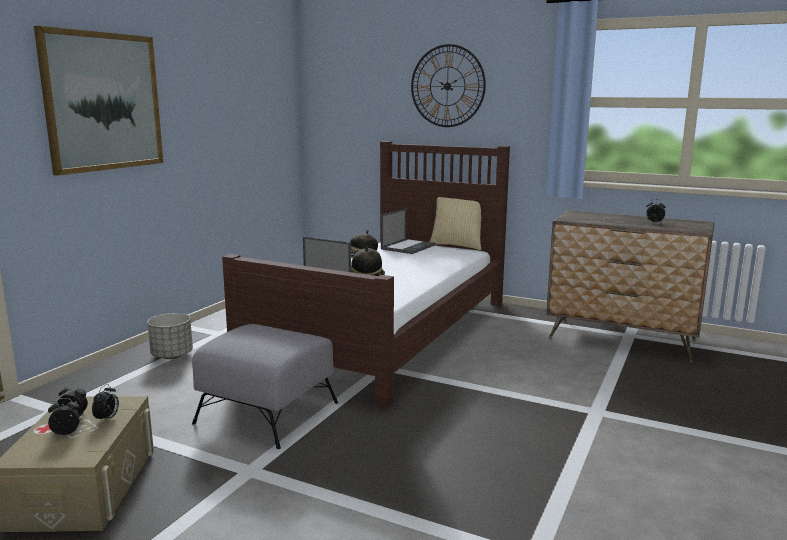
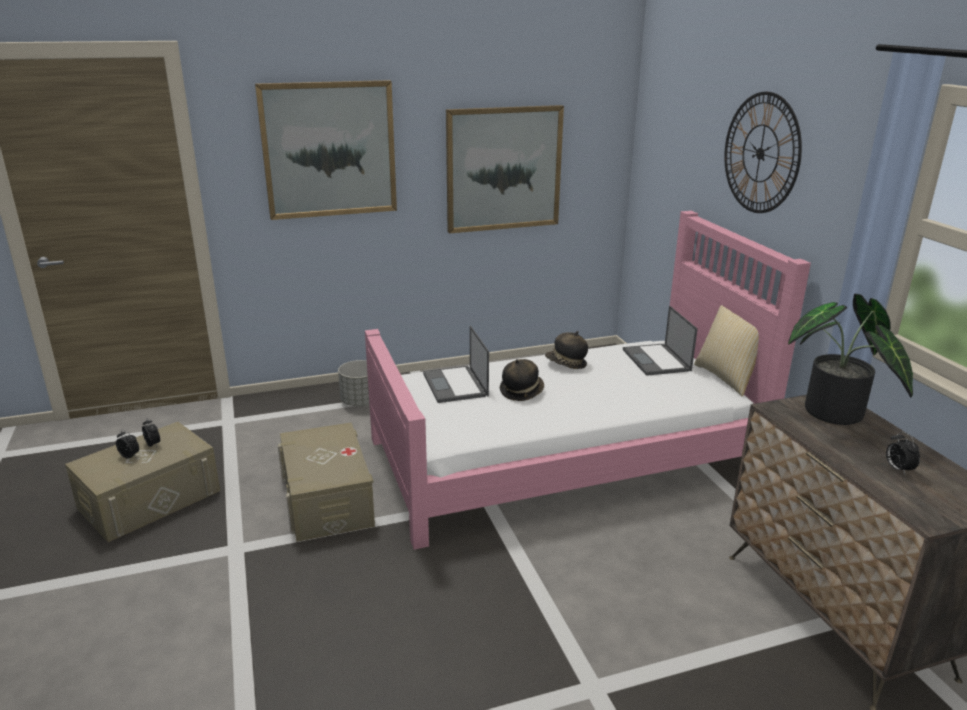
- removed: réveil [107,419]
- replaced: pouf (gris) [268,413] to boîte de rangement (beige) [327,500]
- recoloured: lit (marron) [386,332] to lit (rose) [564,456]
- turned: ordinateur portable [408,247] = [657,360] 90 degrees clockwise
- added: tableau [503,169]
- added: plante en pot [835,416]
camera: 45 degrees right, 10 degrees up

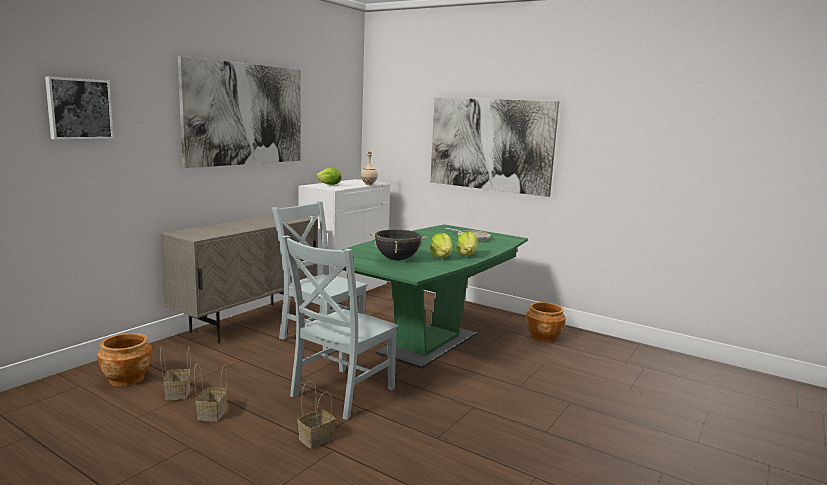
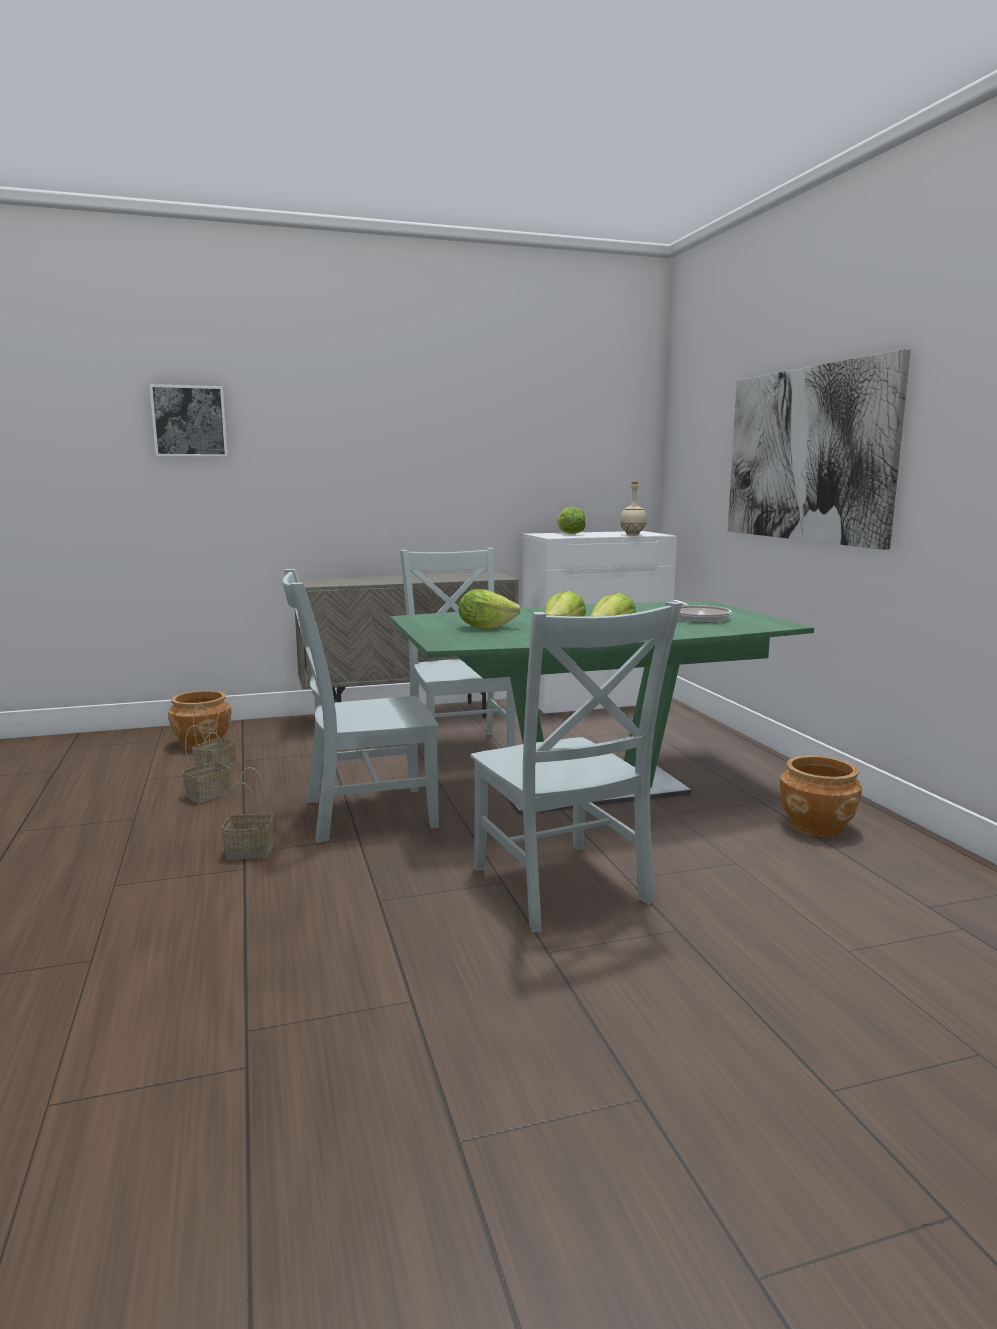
- removed: tableau [244,114]
- replaced: marmite (noir) [397,259] to laitue [485,627]
- added: chaise (gris) [562,888]
camera: 40 degrees right, 0 degrees up

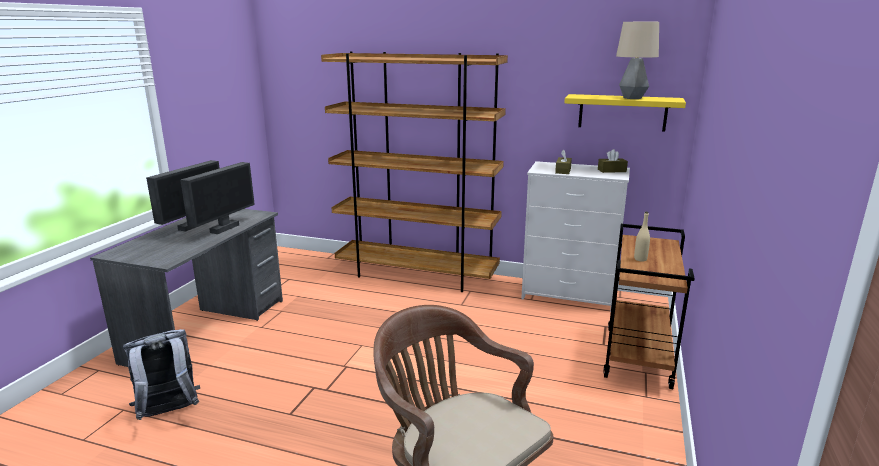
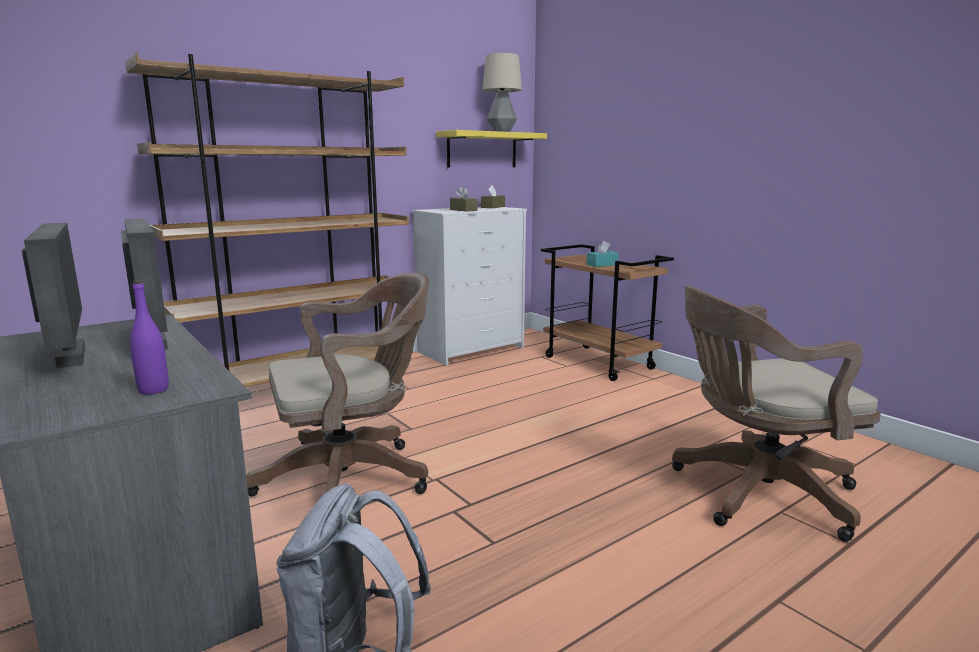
- replaced: bouteille (beige) [640,259] to boîte à mouchoirs (turquoise) [602,265]
- added: bouteille (violet) [153,390]
- added: chaise de bureau (marron) [352,478]
camera: 55 degrees left, 5 degrees down

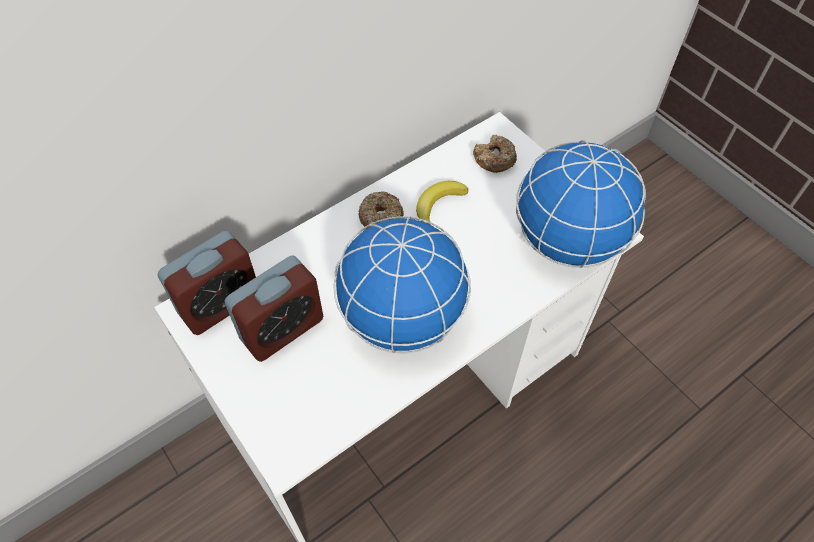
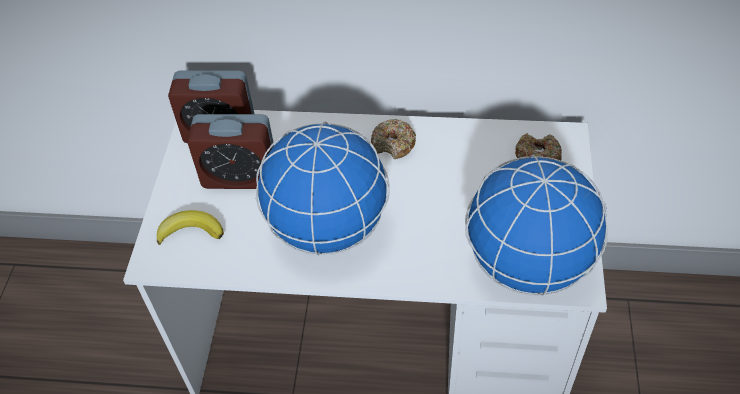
- moved: banane [438,203] to [191,231]
camera: 45 degrees right, 5 degrees down

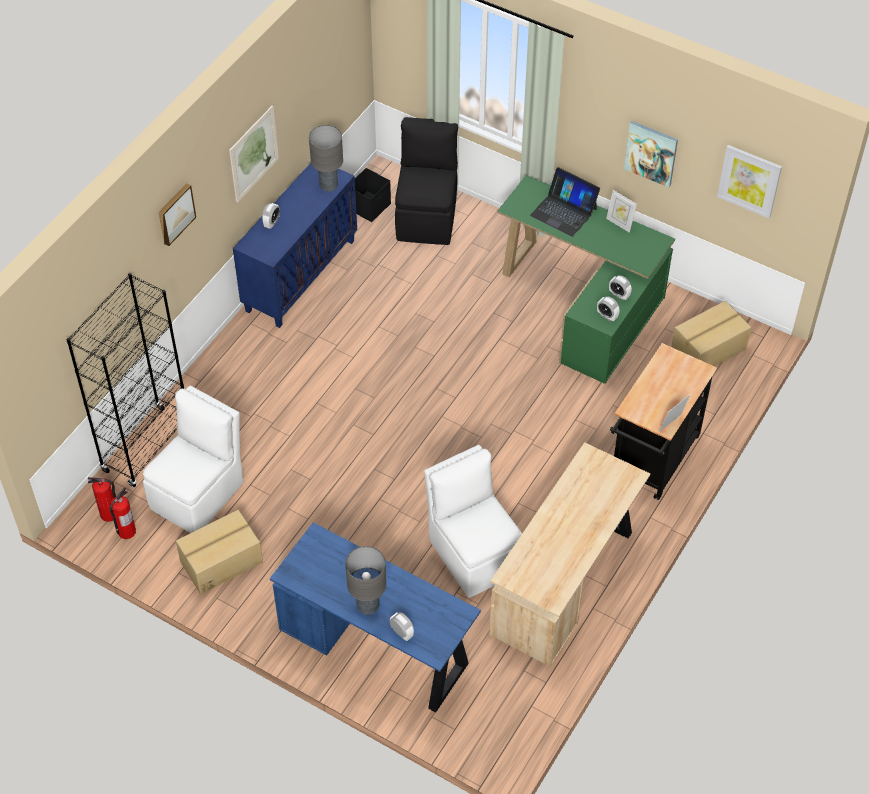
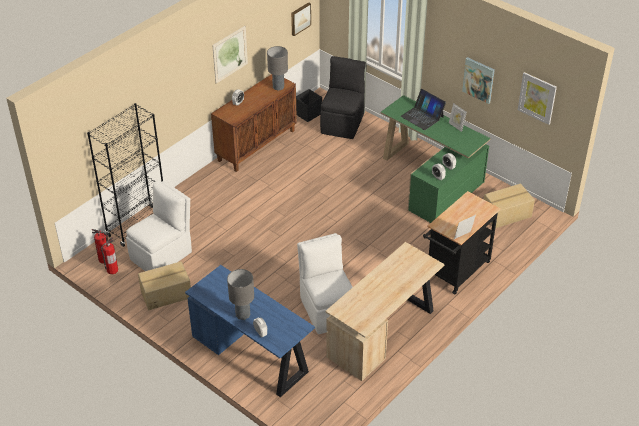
- moved: tableau [175,213] to [300,18]
- recoloured: meuble de rangement (bleu) [300,274] to meuble de rangement (marron) [256,145]
camera: 10 degrees right, 10 degrees down

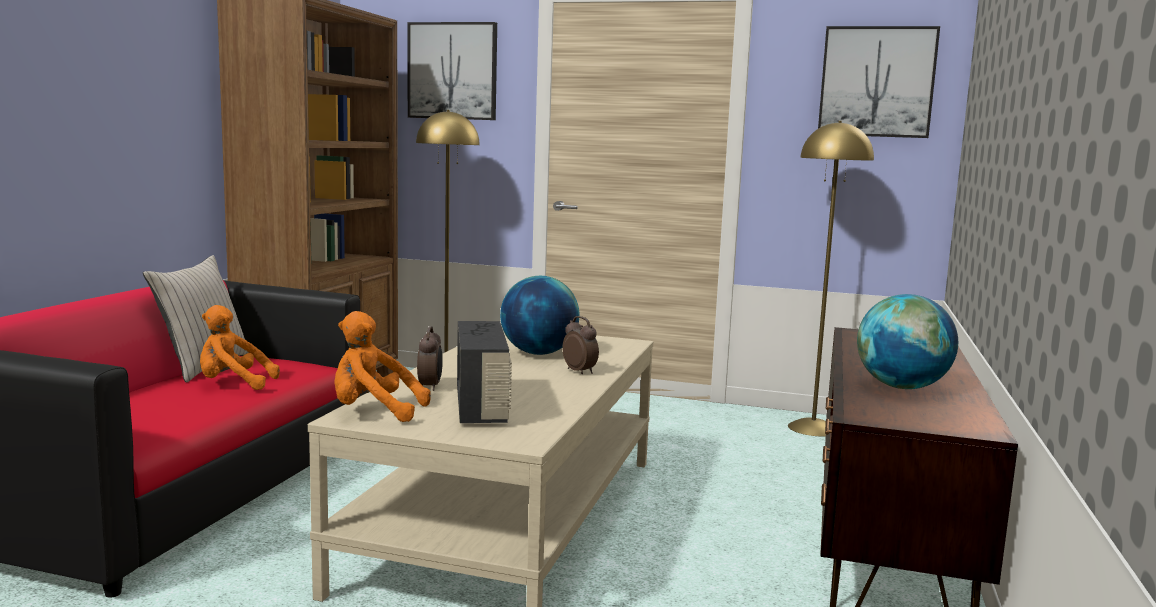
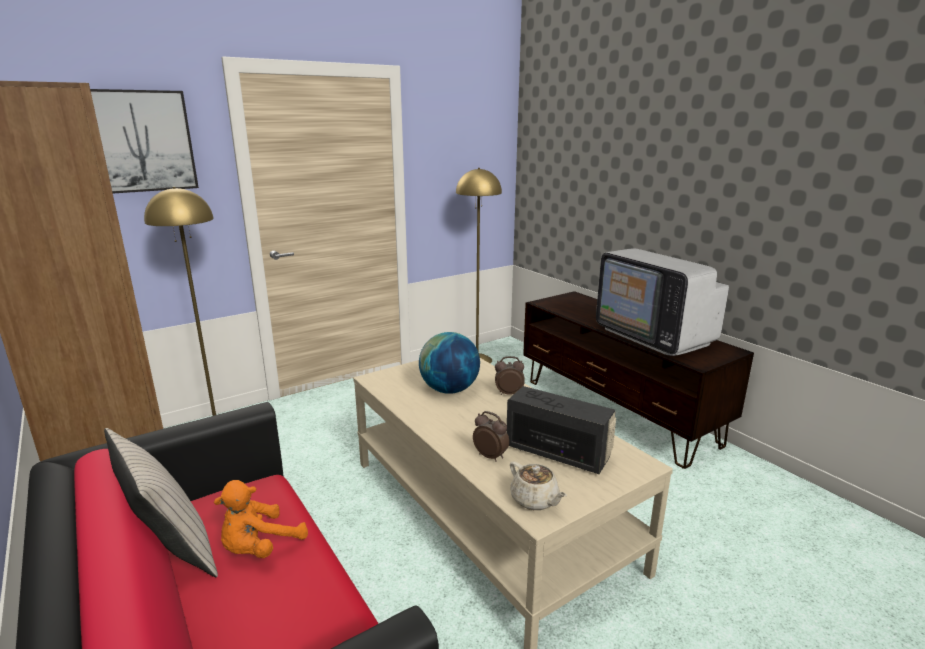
- replaced: peluche (orange) [374,412] to théière (beige) [535,500]
- removed: tableau [876,82]
- replaced: globe [902,387] to téléviseur [654,336]
camera: 50 degrees left, 10 degrees up

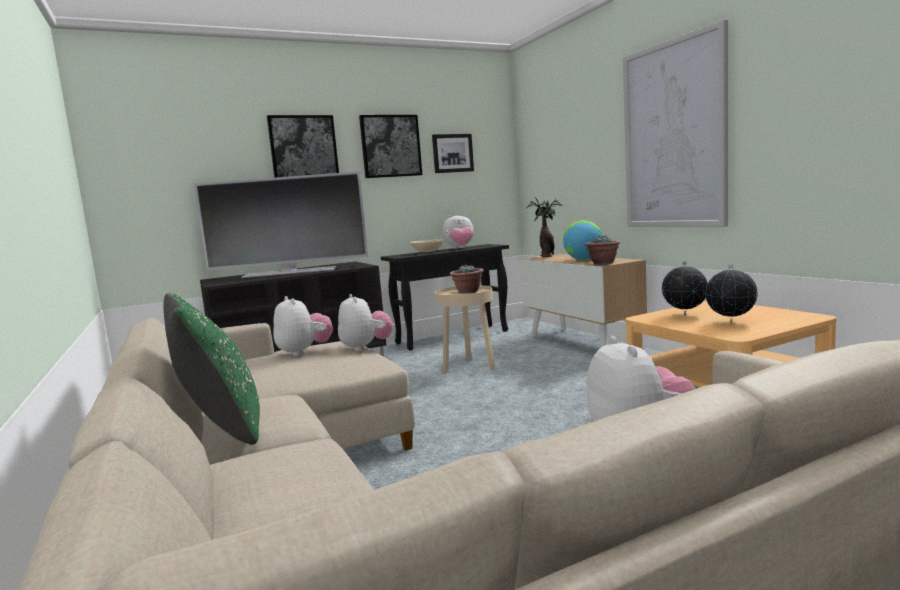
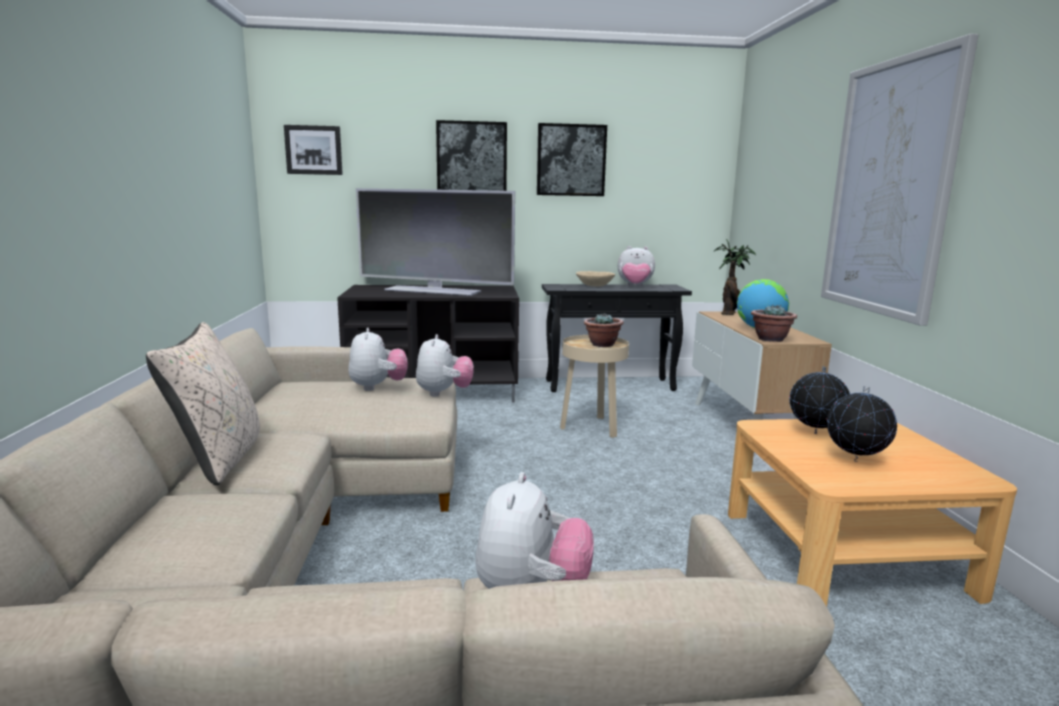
- recoloured: coussin (vert) [222,427] to coussin (beige) [220,458]
- moved: tableau [452,153] to [314,150]
camera: 20 degrees right, 5 degrees up

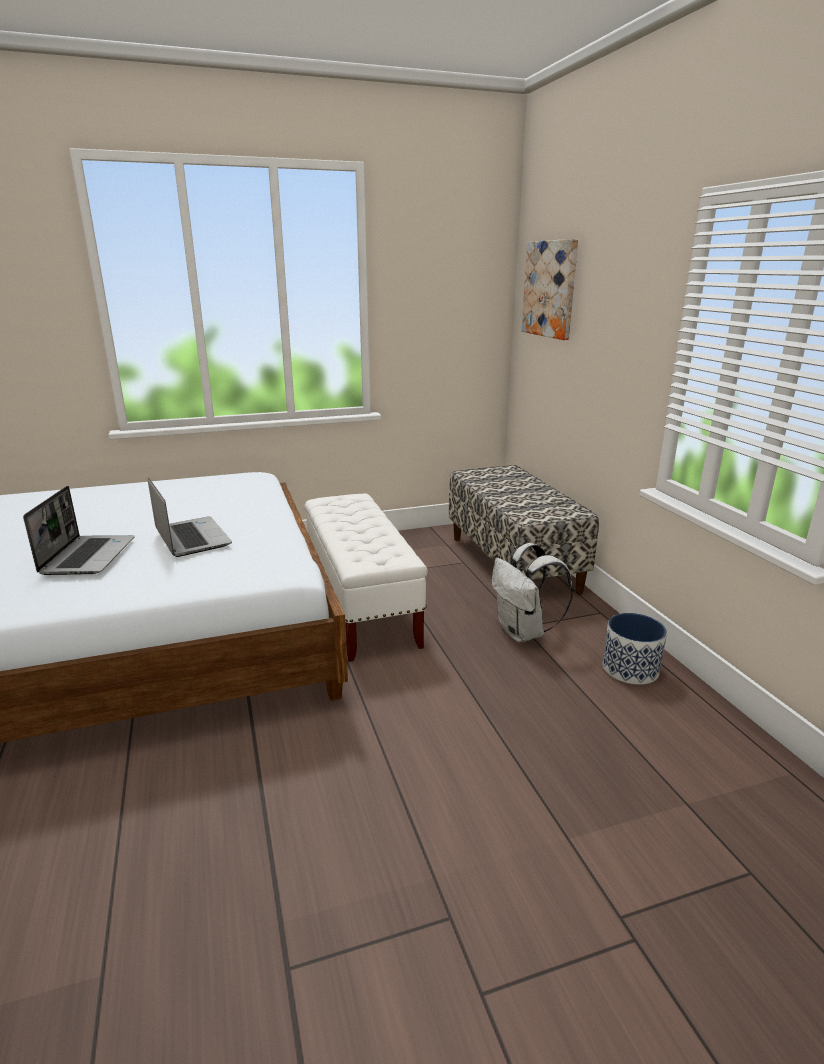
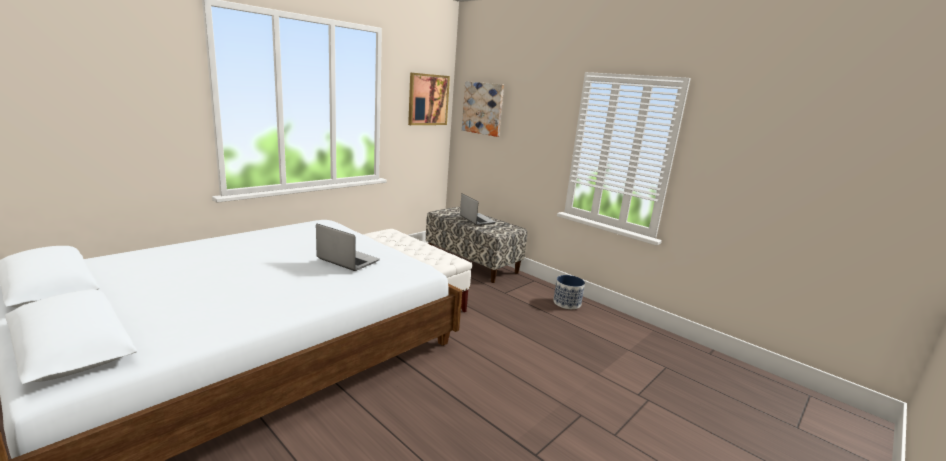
- moved: ordinateur portable [88,556] to [476,219]
- removed: sac à dos (blanc) [523,633]
- added: tableau [428,99]
camera: 30 degrees left, 5 degrees down

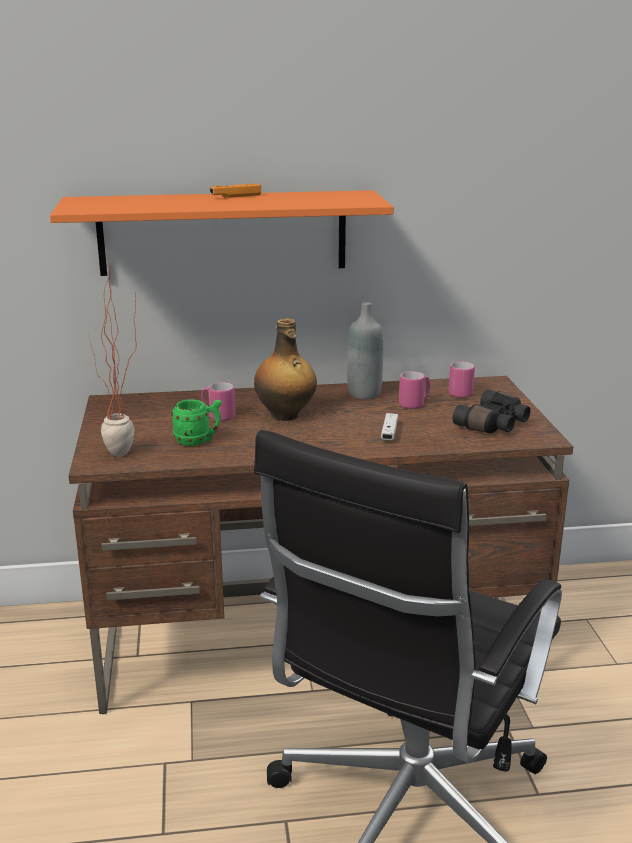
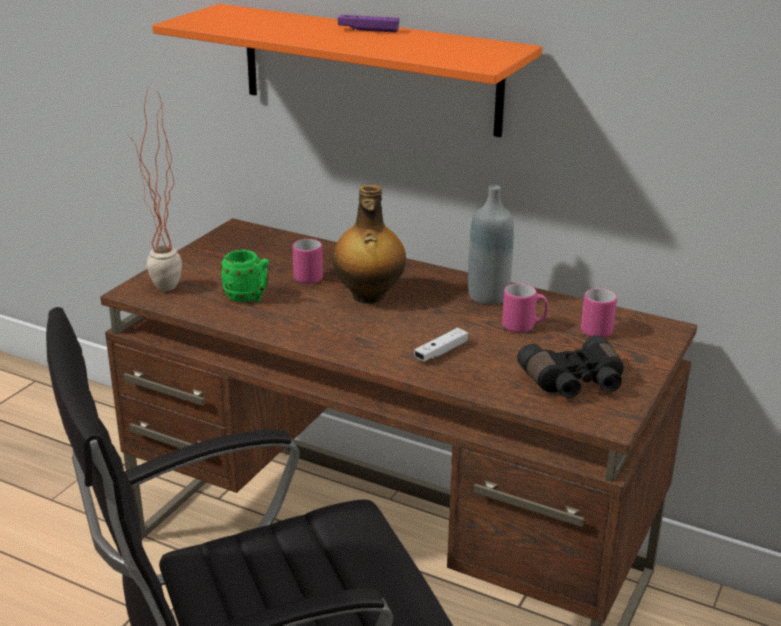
- recoloured: manette (orange) [236,196] to manette (violet) [368,30]
camera: 35 degrees right, 5 degrees up

